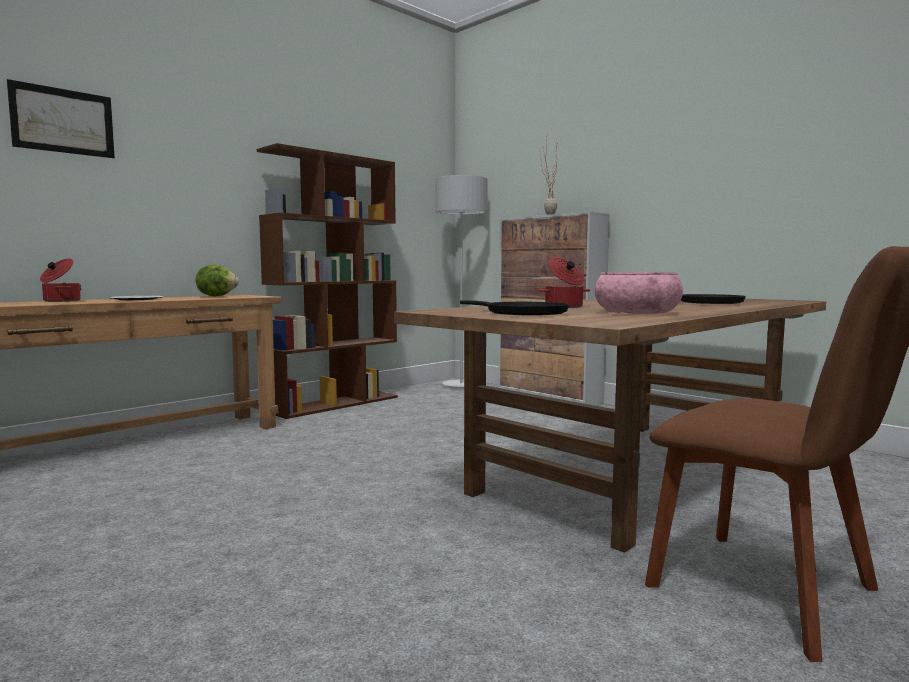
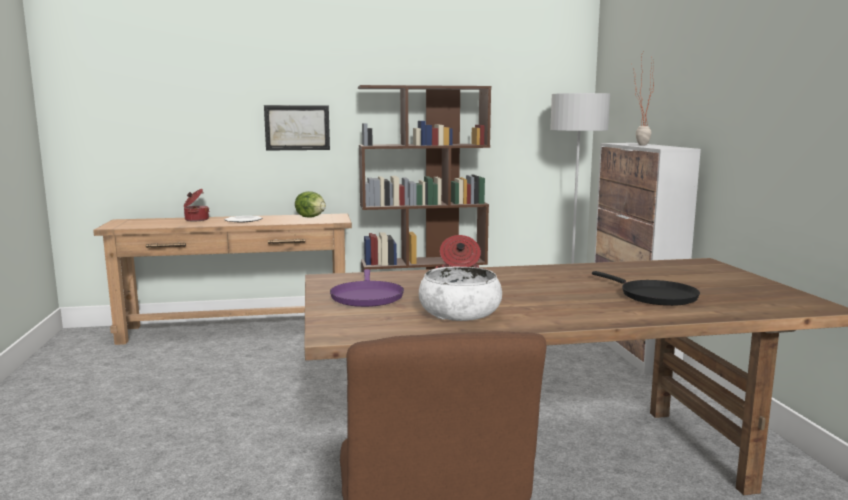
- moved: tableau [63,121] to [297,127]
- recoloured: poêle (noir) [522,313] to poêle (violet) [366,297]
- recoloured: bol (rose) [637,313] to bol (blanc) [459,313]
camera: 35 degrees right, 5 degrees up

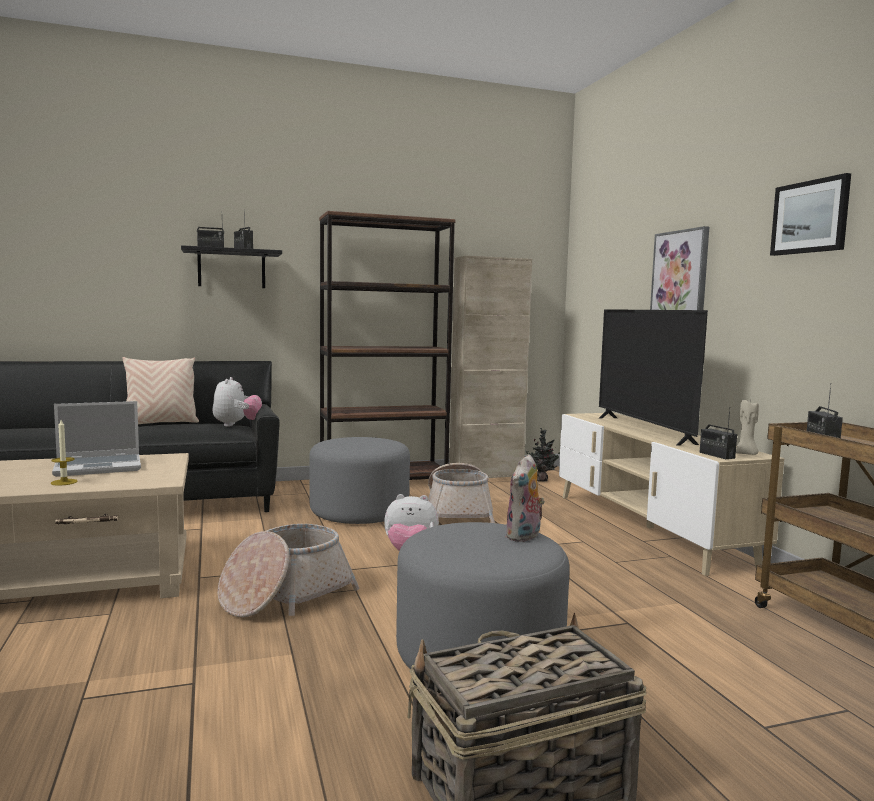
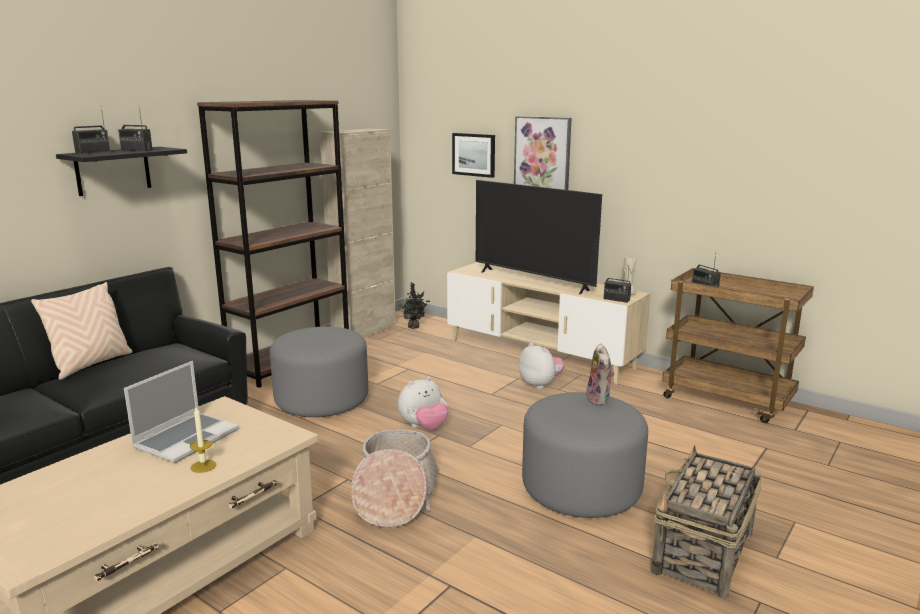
- moved: peluche [236,425] to [540,384]
- removed: panier [458,512]
- moved: tableau [810,217] to [474,154]
camera: 35 degrees left, 10 degrees up

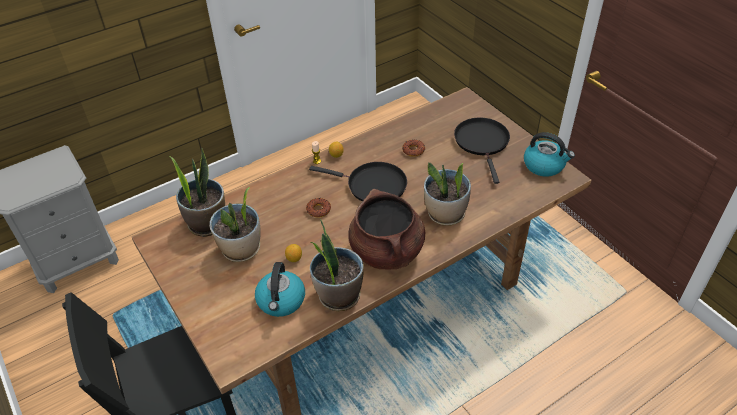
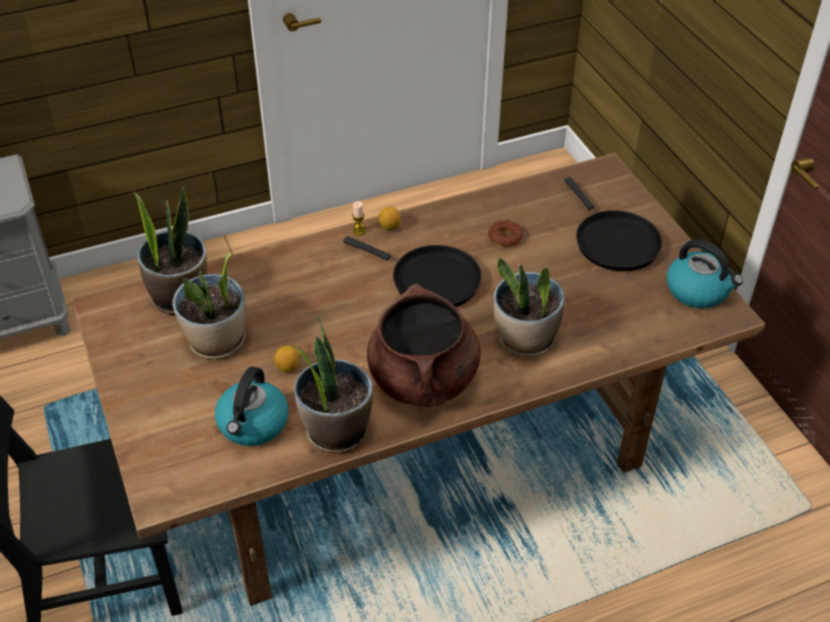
- removed: beignet [318,210]
- turned: poêle (noir) [482,142] = [613,241] 150 degrees clockwise
camera: 10 degrees right, 0 degrees up

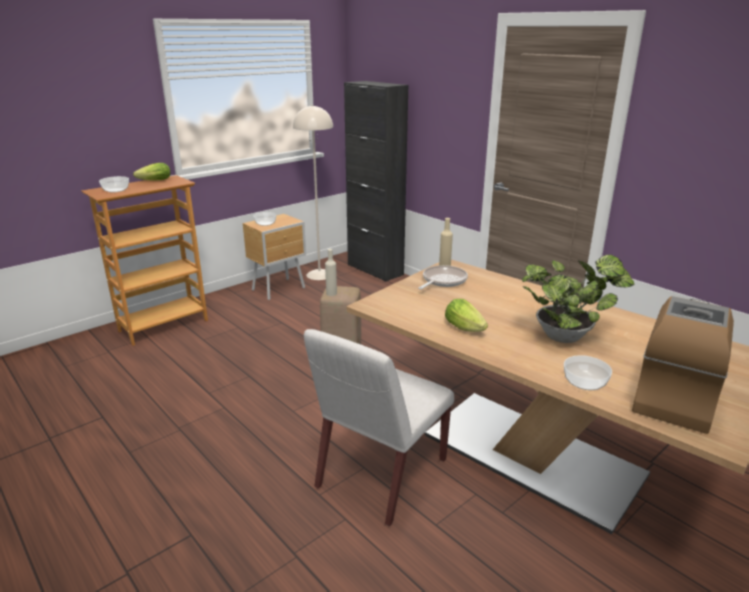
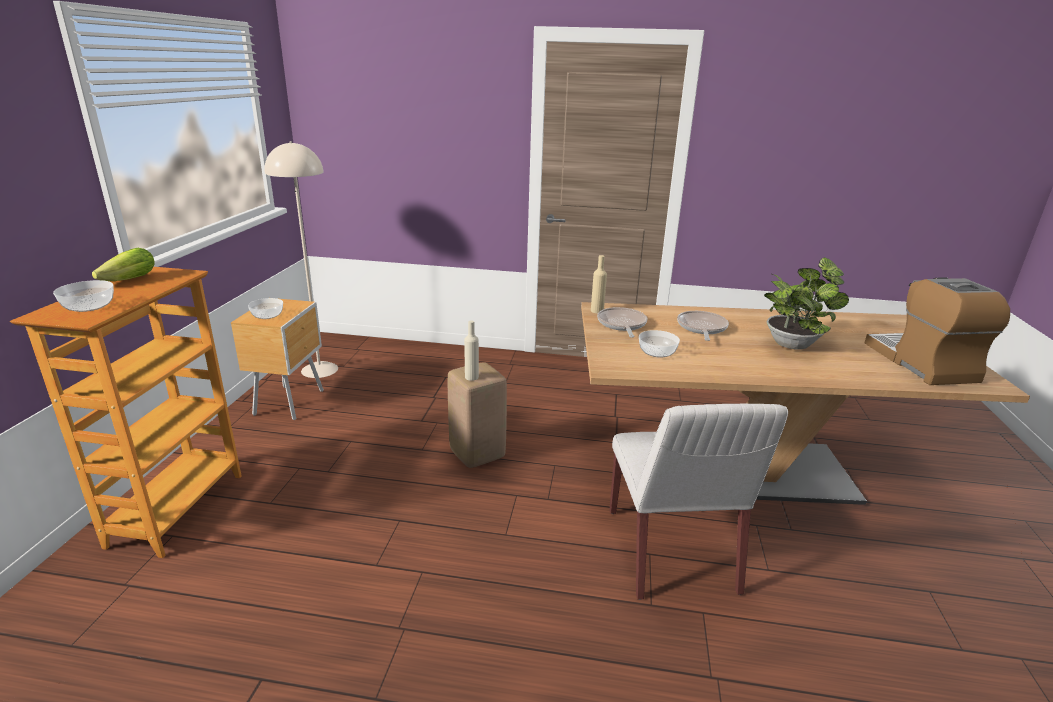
- removed: meuble de rangement (noir) [375,270]
- removed: laitue [466,328]
- moved: bol [585,382] to [657,352]
- added: poêle [701,328]
camera: 40 degrees left, 0 degrees up

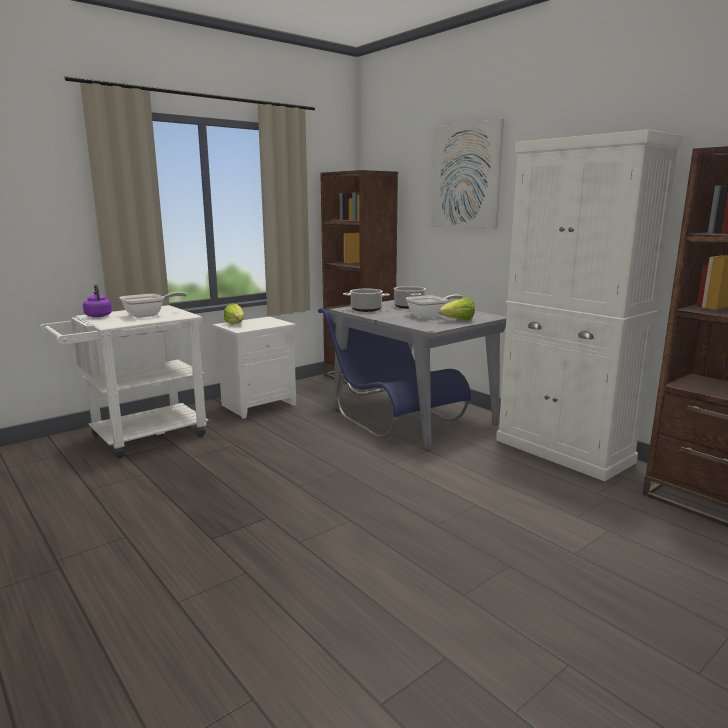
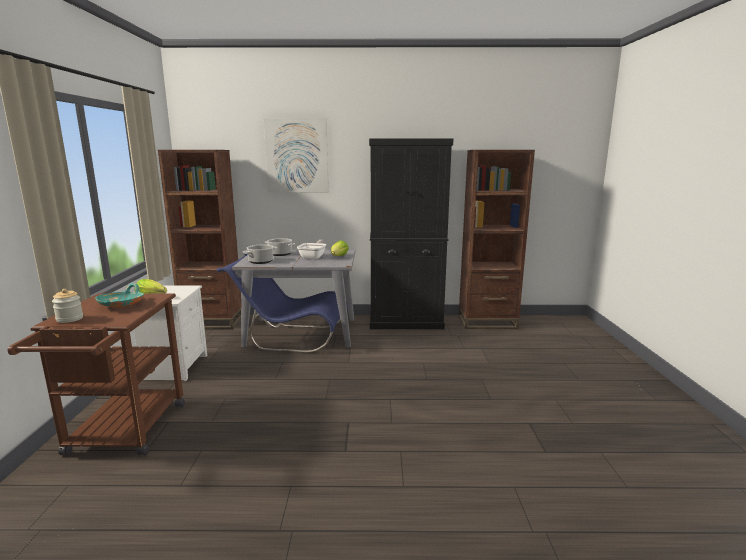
- recoloured: chariot (blanc) [138,438] to chariot (marron) [122,434]
- replaced: bouilloire (violet) [98,315] to bocal [70,319]
- replaced: poêle [148,315] to bol (turquoise) [122,305]
- recoloured: meuble de rangement (blanc) [563,451] to meuble de rangement (noir) [406,322]
camera: 50 degrees left, 0 degrees up

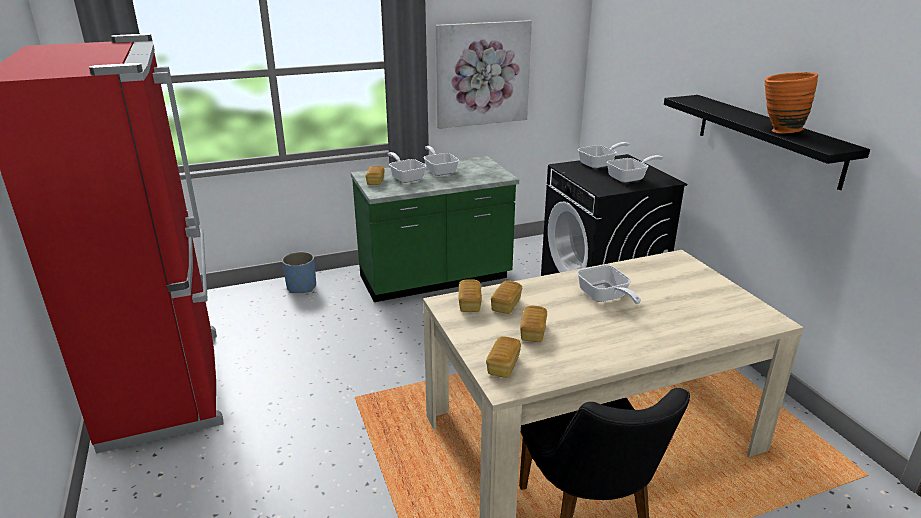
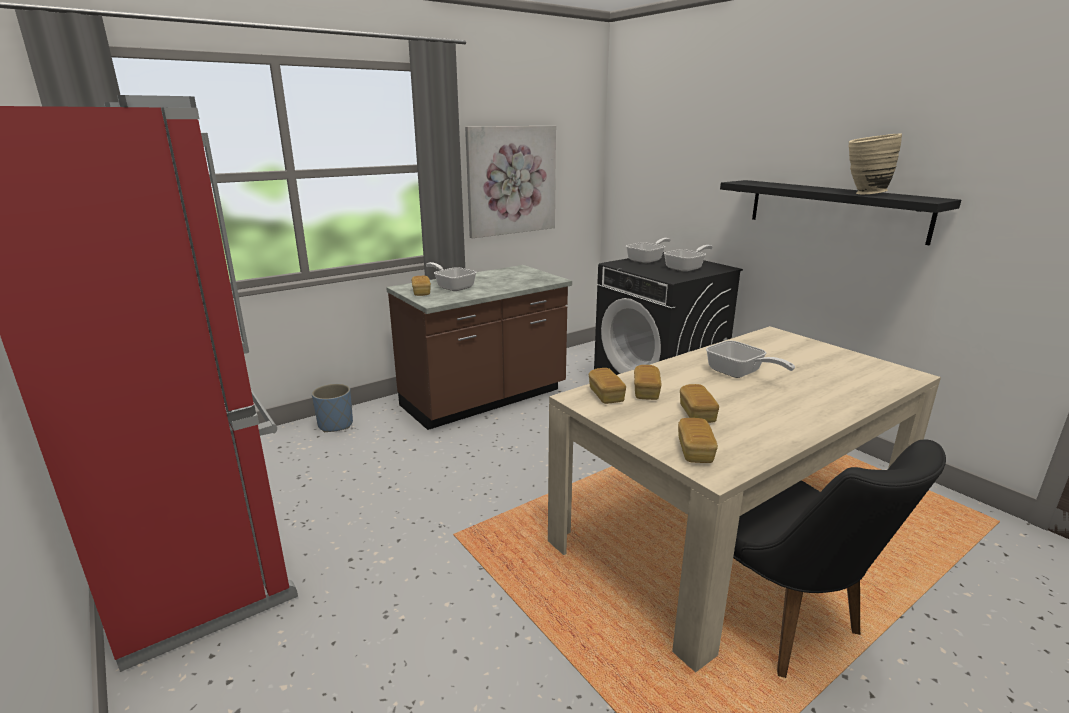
- recoloured: comptoir de cuisine (vert) [435,279] to comptoir de cuisine (marron) [485,399]
- removed: poêle [440,170]
- recoloured: vase (orange) [778,131] to vase (beige) [863,194]
camera: 15 degrees left, 5 degrees down

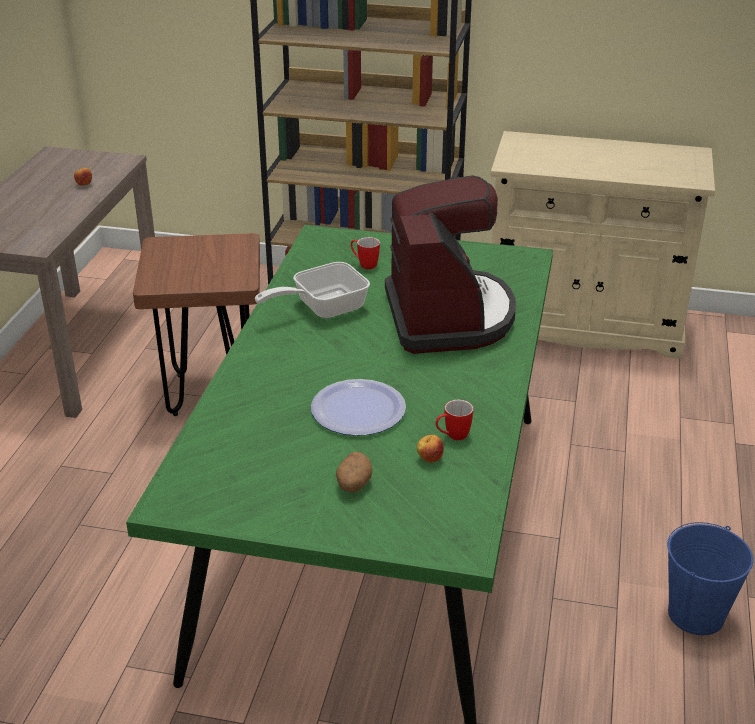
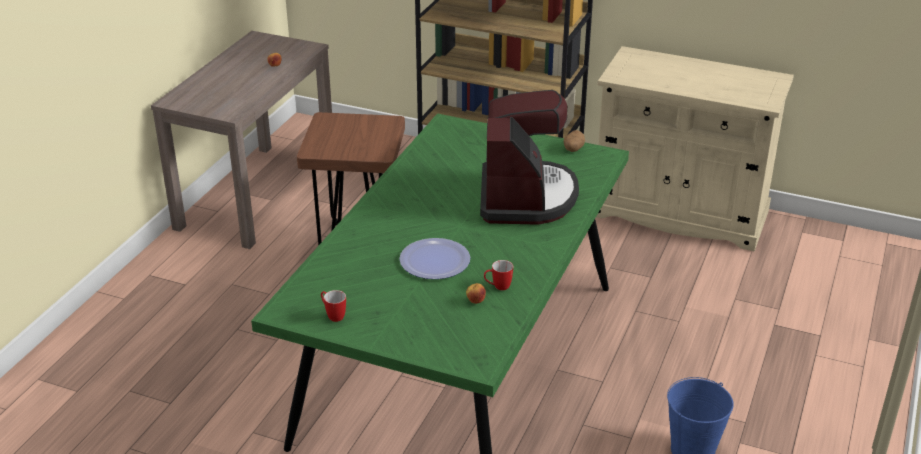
- removed: poêle [322,308]
- moved: pomme de terre [353,485] to [573,149]
- moved: mug [364,264] to [333,315]
camera: 10 degrees right, 0 degrees up

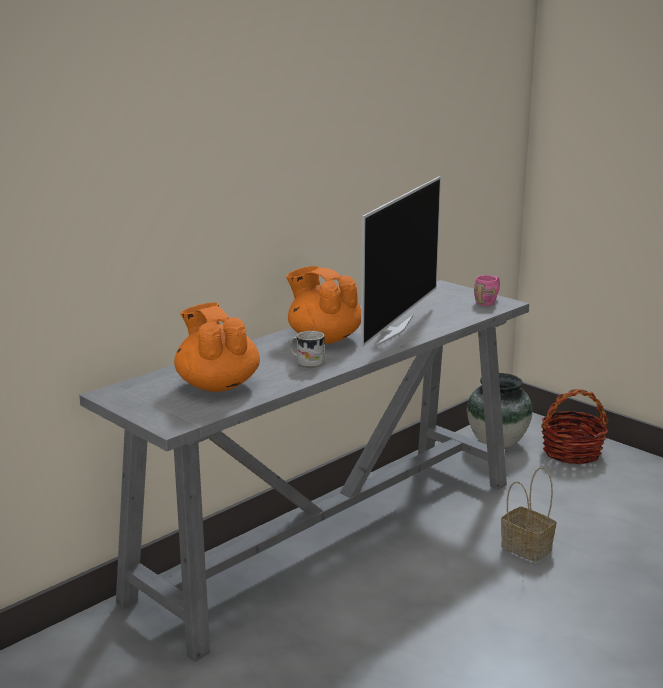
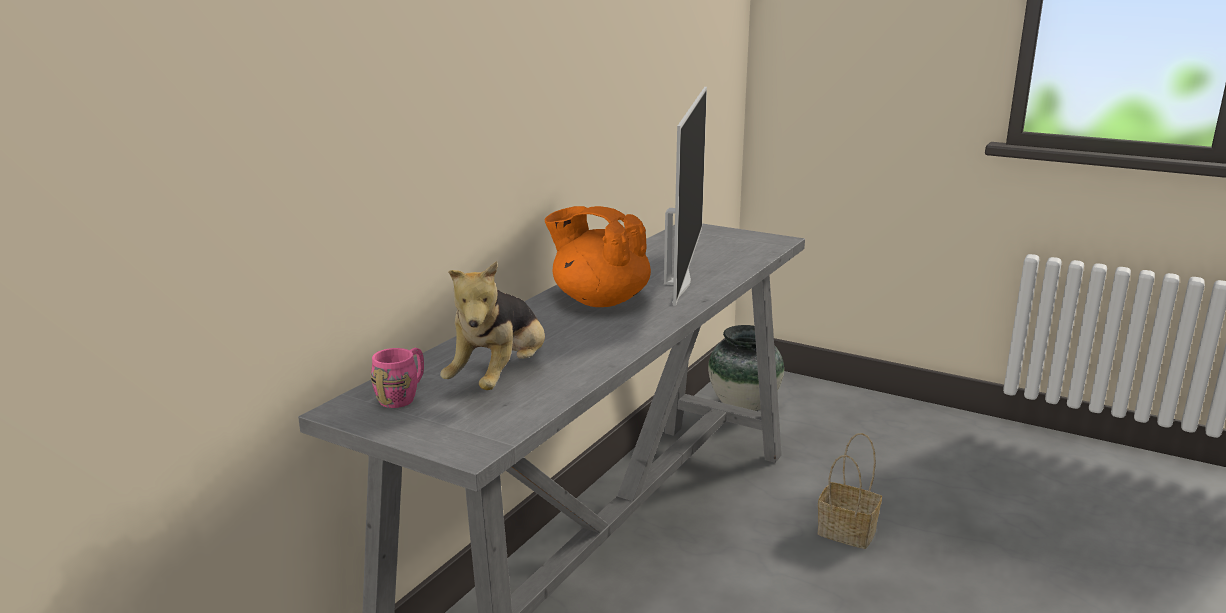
- replaced: théière (orange) [217,385] to peluche [500,378]
- removed: mug (blanc) [306,363]
- moved: mug (rose) [488,301] to [403,396]
- removed: panier [571,452]
camera: 15 degrees left, 0 degrees up

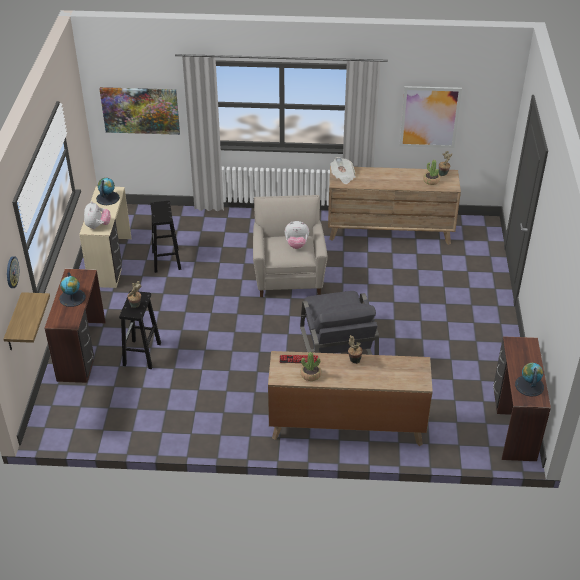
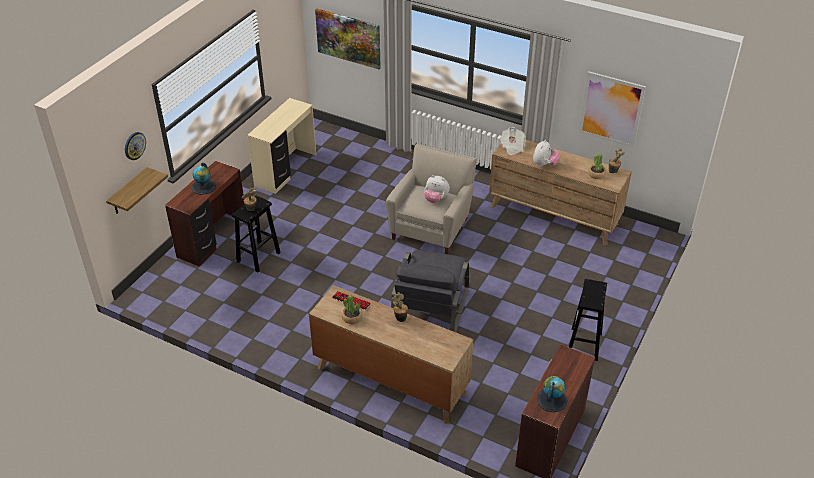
- moved: peluche [98,226] to [544,164]
- removed: globe [107,198]
- moved: tabouret (noir) [166,261] to [584,344]
camera: 25 degrees right, 0 degrees up

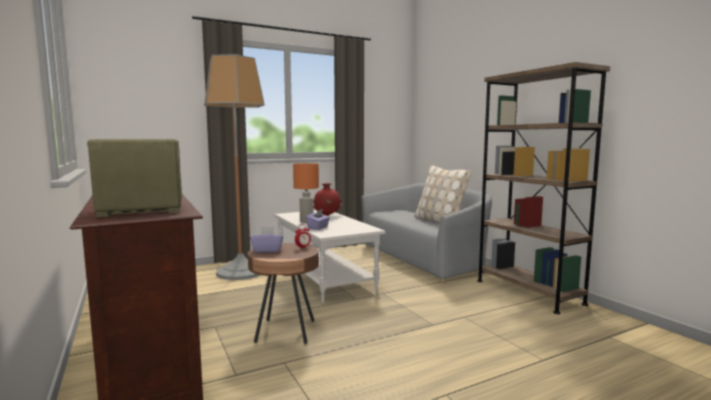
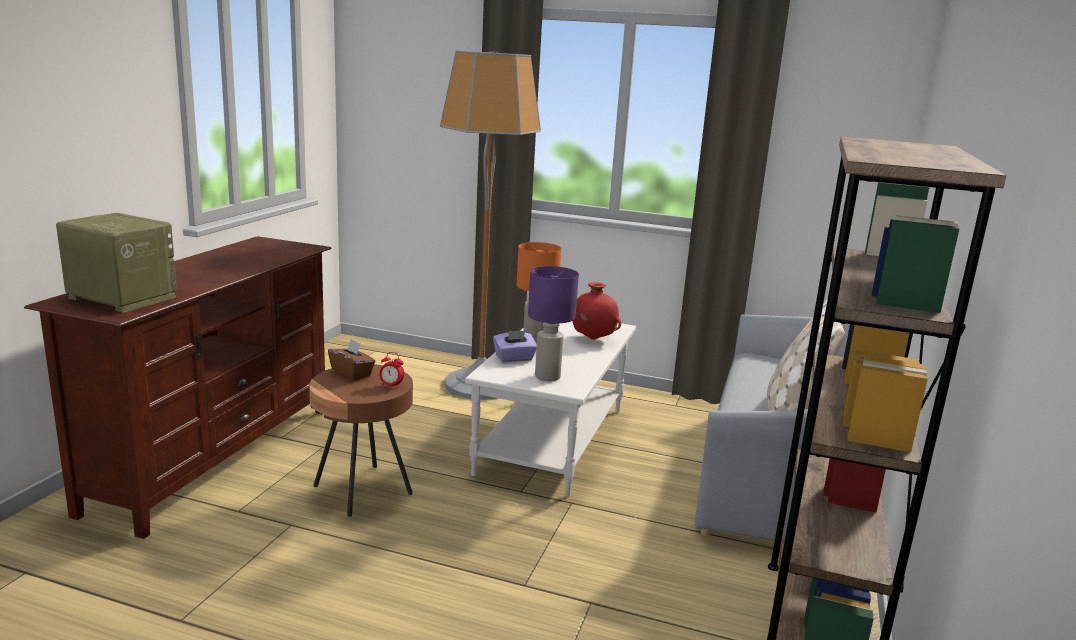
- recoloured: boîte à mouchoirs (violet) [267,250] to boîte à mouchoirs (marron) [352,373]
- added: lampe de table (violet) [546,376]
camera: 45 degrees right, 10 degrees up

